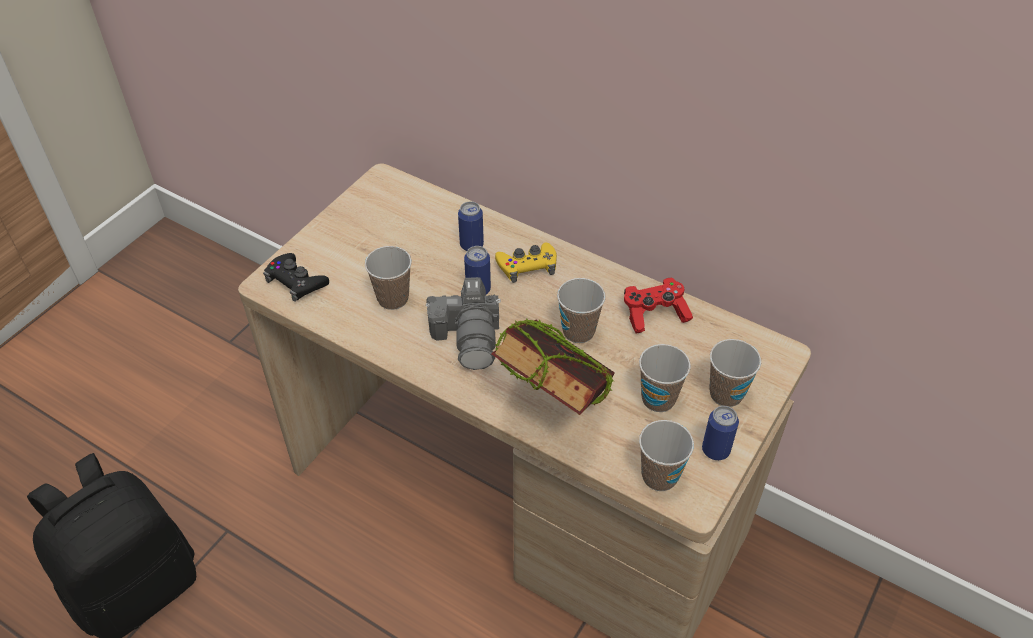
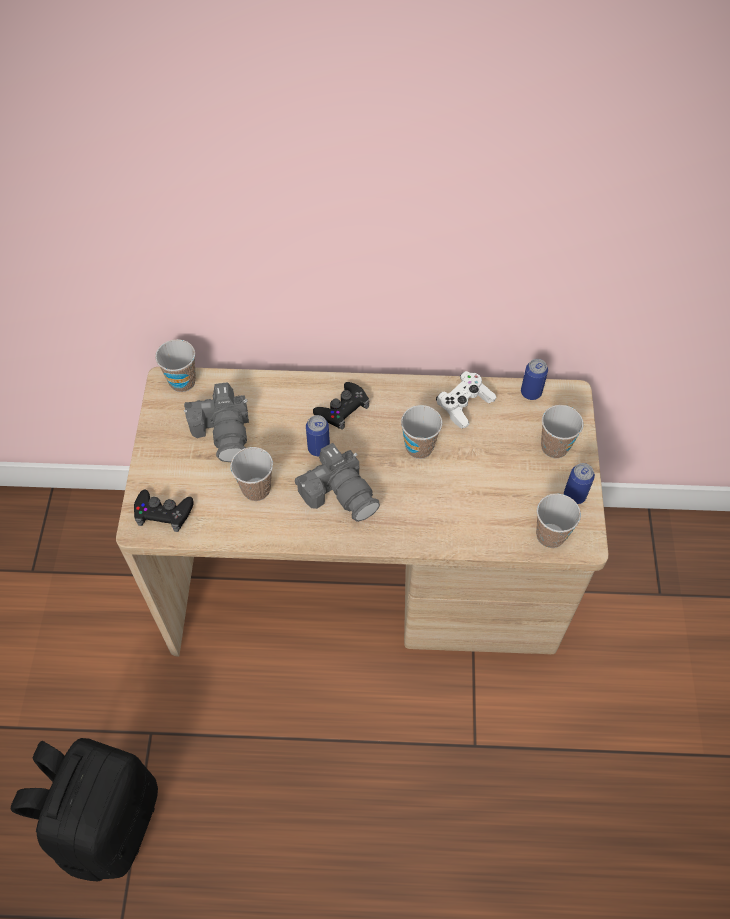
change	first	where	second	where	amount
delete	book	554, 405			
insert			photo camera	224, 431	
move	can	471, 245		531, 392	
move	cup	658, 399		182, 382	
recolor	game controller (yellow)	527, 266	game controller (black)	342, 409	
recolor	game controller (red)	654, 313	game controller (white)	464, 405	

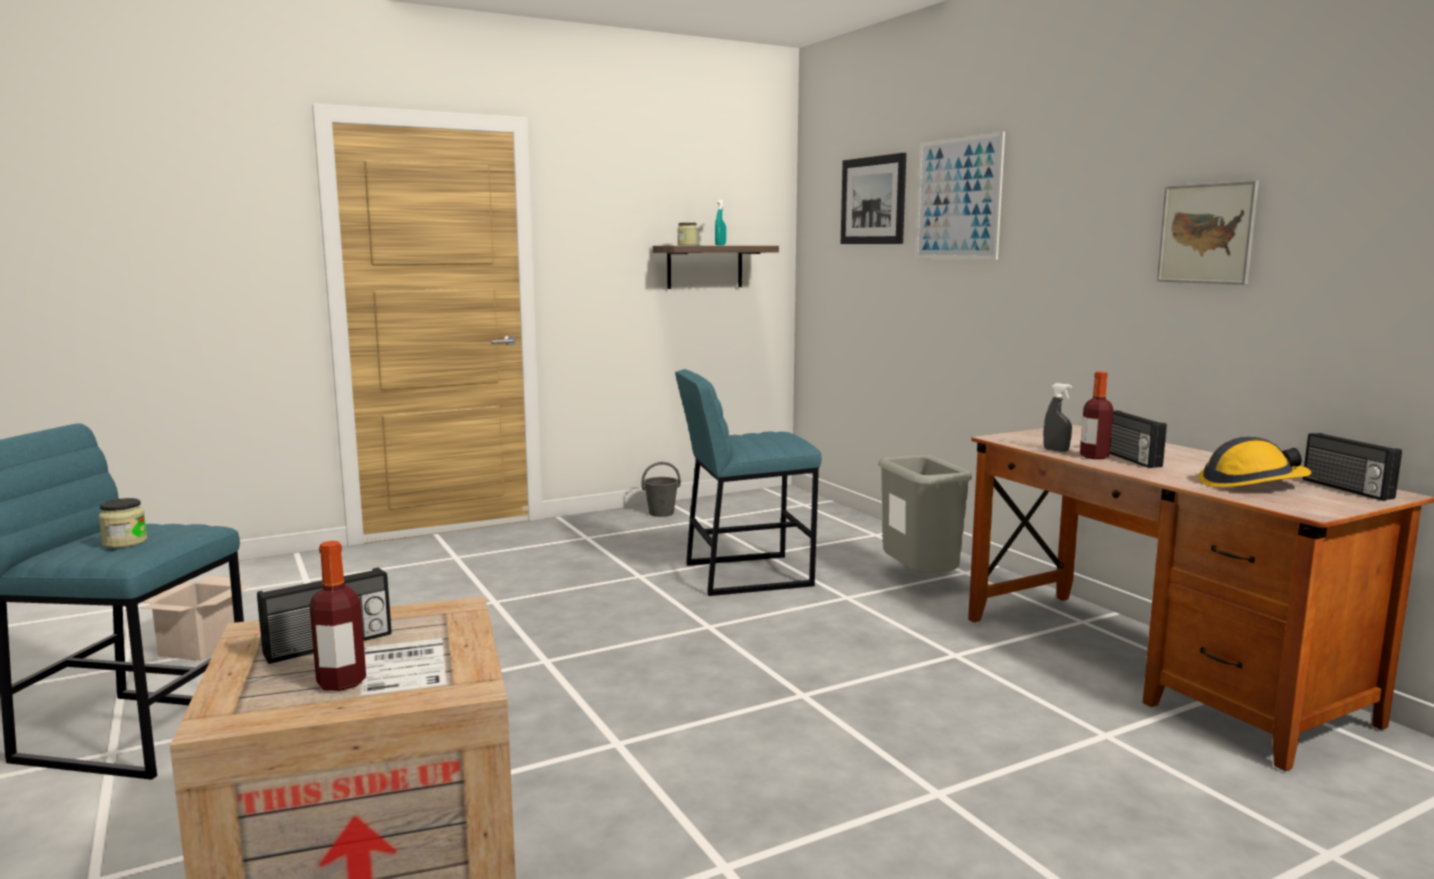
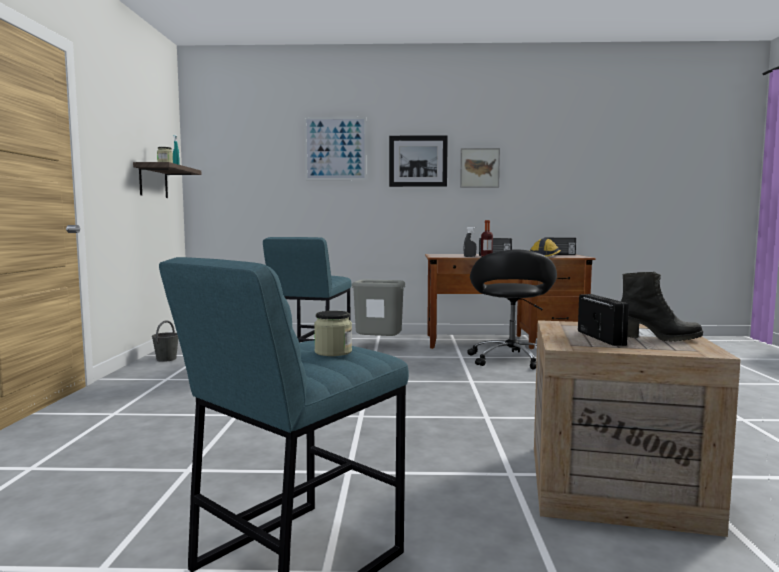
change	first	where	second	where	amount
delete	cardboard box	200, 646			
insert			office chair (black)	510, 360	
move	picture	873, 200		418, 161	
replace	bottle	341, 682	boot (black)	659, 338	

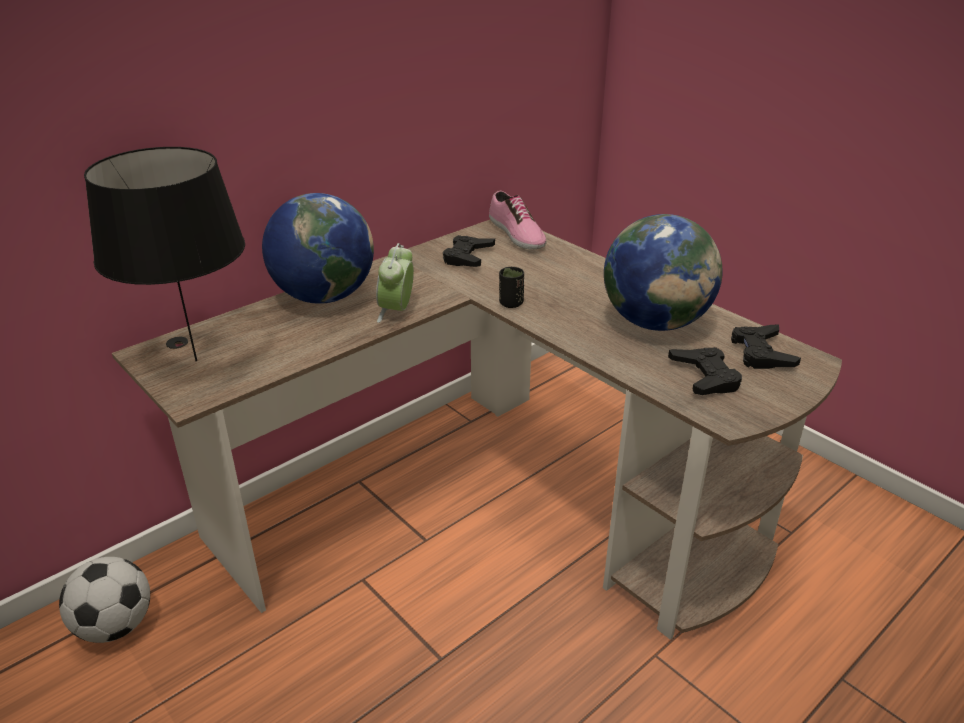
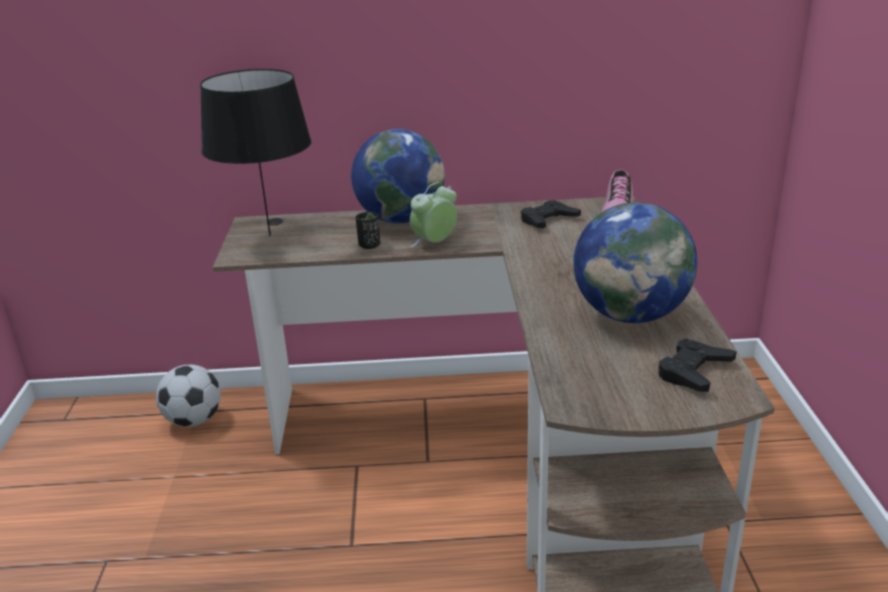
change	first	where	second	where	amount
delete	game controller (black)	705, 377			
move	cup (black)	511, 303		369, 245	

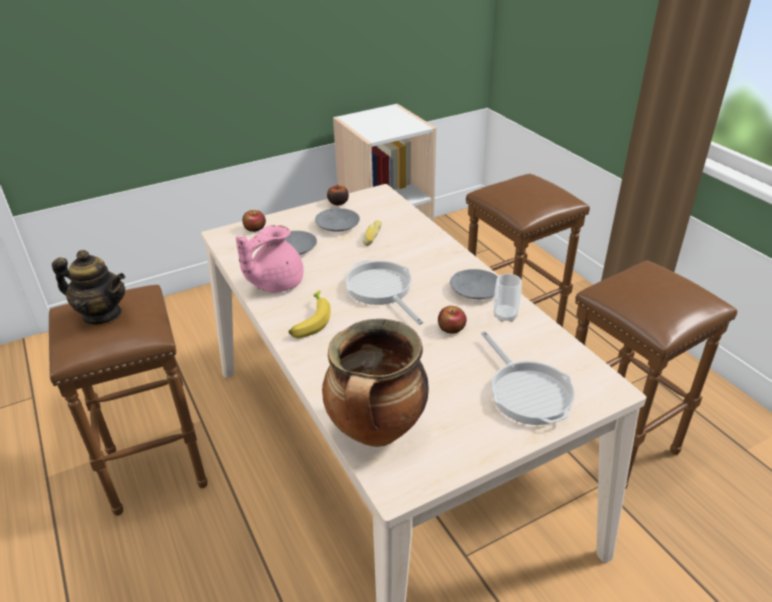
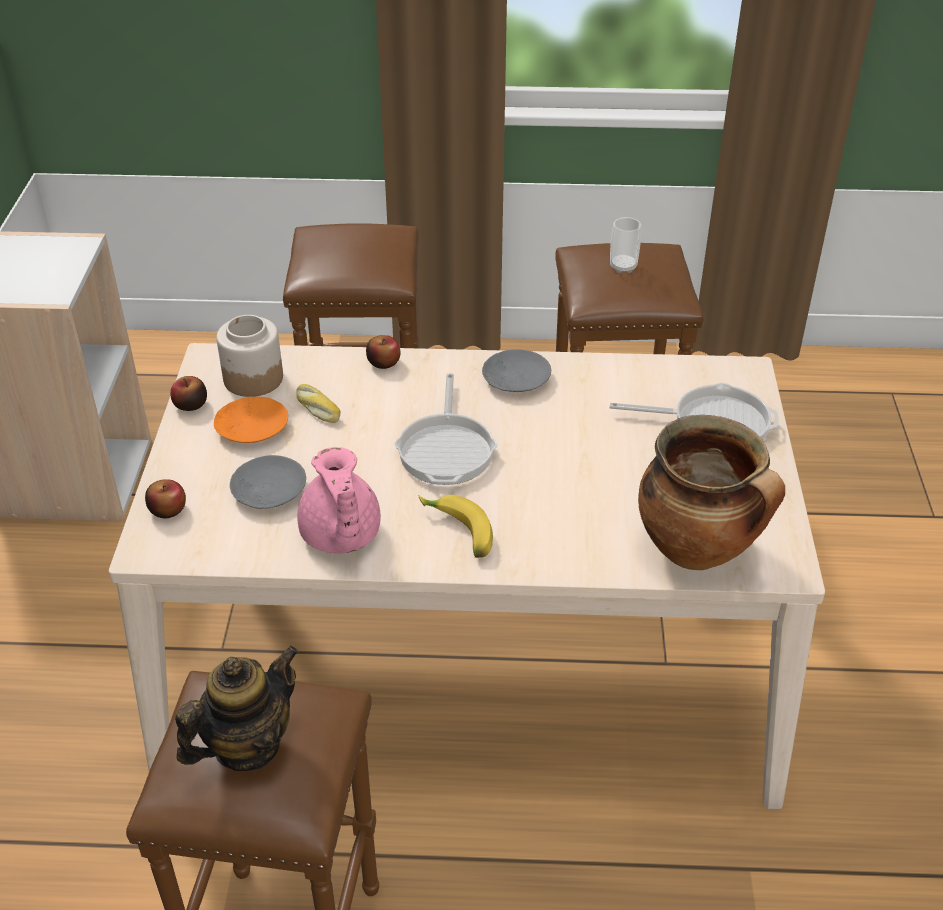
change	first	where	second	where	amount
insert			jar	253, 378	
move	apple	451, 328		383, 362	
move	cup	505, 316		623, 267	
recolor	plate (grey)	337, 224	plate (orange)	251, 427	
rotate	frying pan	381, 290		447, 449	90 degrees counterclockwise

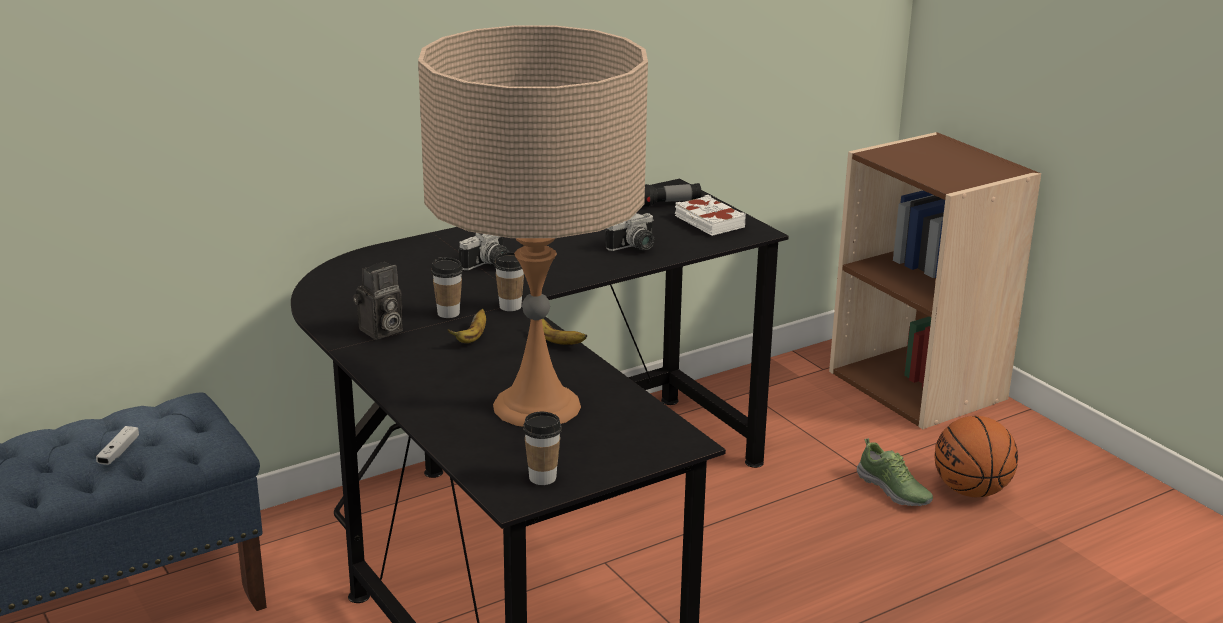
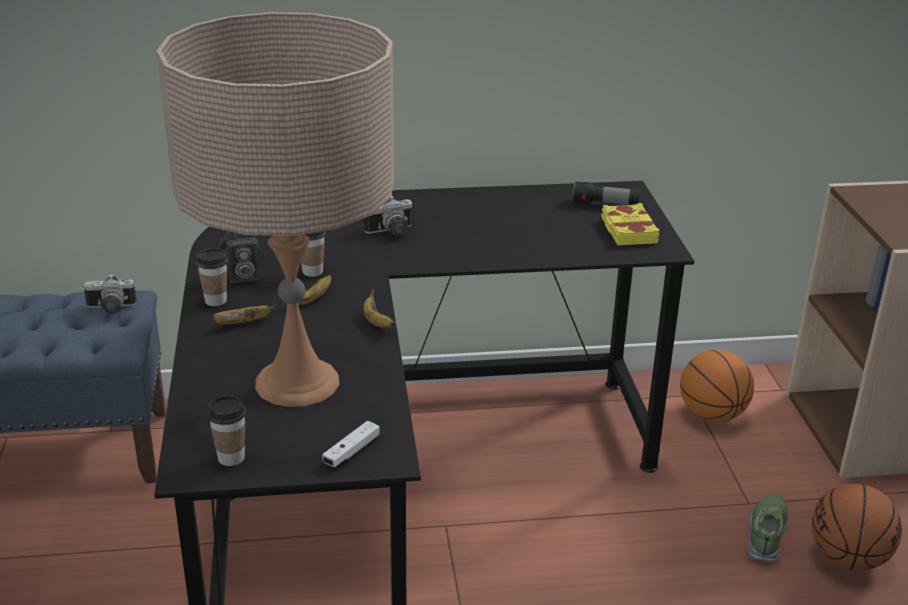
change	first	where	second	where	amount
insert			banana	244, 323	
insert			basketball	712, 415	
move	game controller (white)	119, 452		351, 451	
move	cup	510, 306		215, 301	
move	photo camera	635, 248		110, 309	
recolor	book (white)	708, 222	book (yellow)	628, 231	
rotate	shoe	894, 490		767, 535	150 degrees counterclockwise

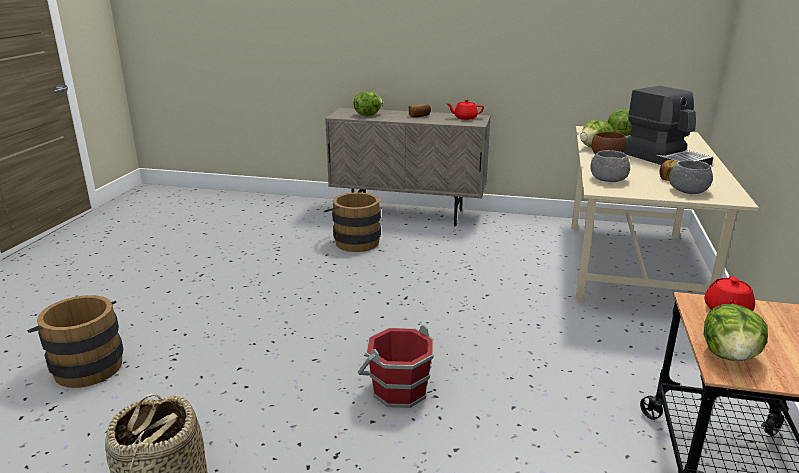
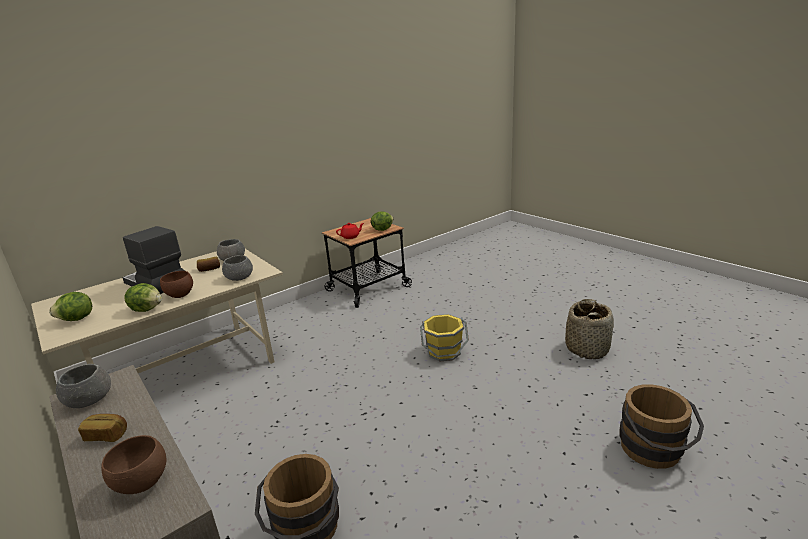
change	first	where	second	where	amount
replace	lettuce	367, 115	bowl (brown)	142, 483	
replace	teapot (red)	465, 118	bowl (grey)	89, 399	
recolor	bucket (red)	399, 390	bucket (yellow)	444, 352	
rotate	coffee machine	665, 158		155, 283	60 degrees counterclockwise

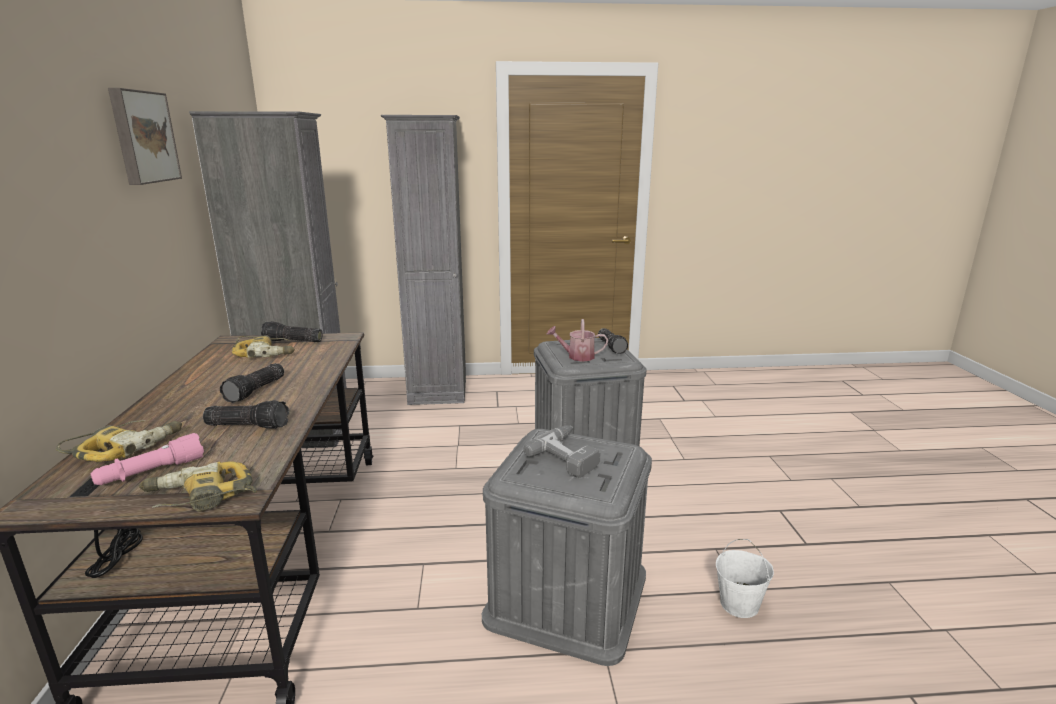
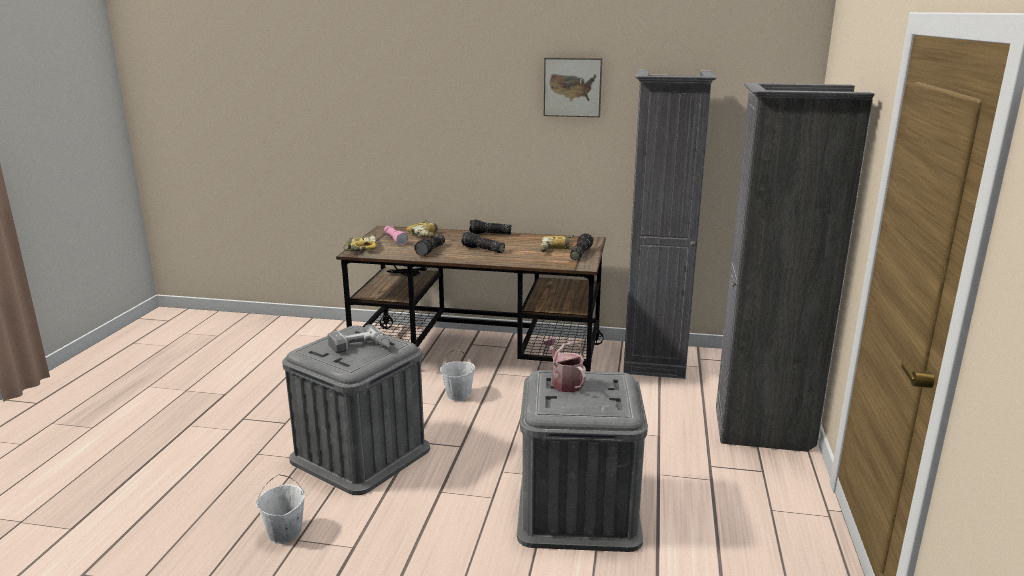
change	first	where	second	where	amount
insert			bucket (white)	458, 395	
move	flashlight	612, 347		489, 234	
rotate	watering can	577, 356		564, 382	45 degrees counterclockwise

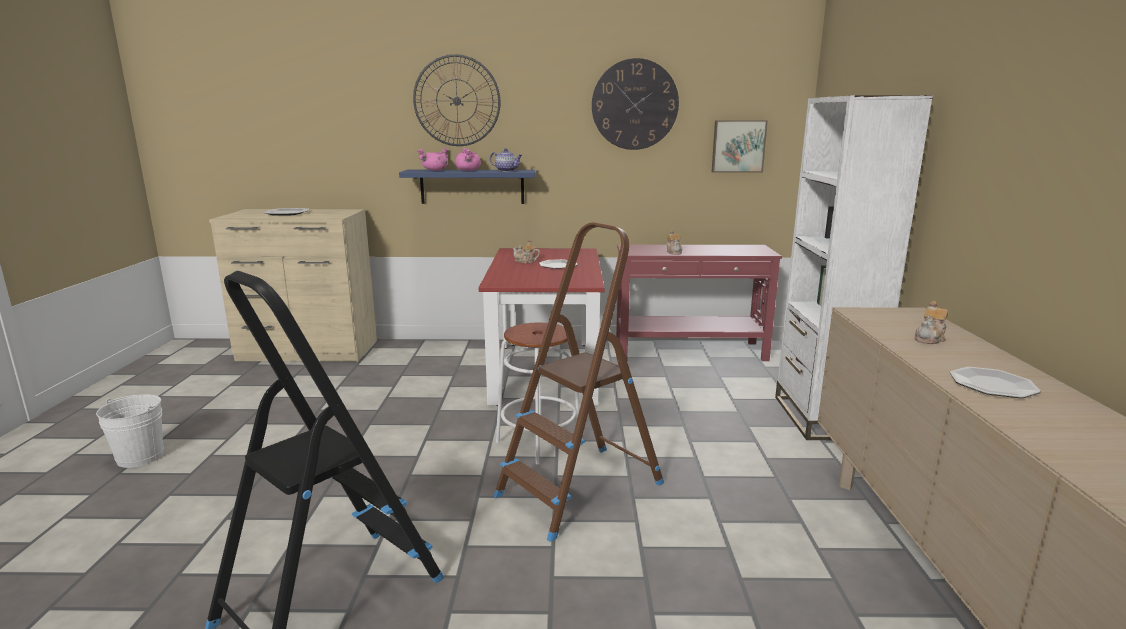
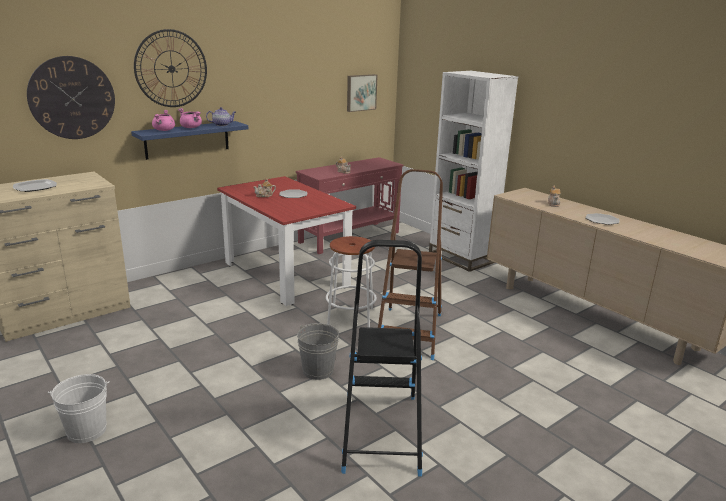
change	first	where	second	where	amount
insert			bucket (grey)	318, 370	
move	wall clock	634, 104		72, 98	

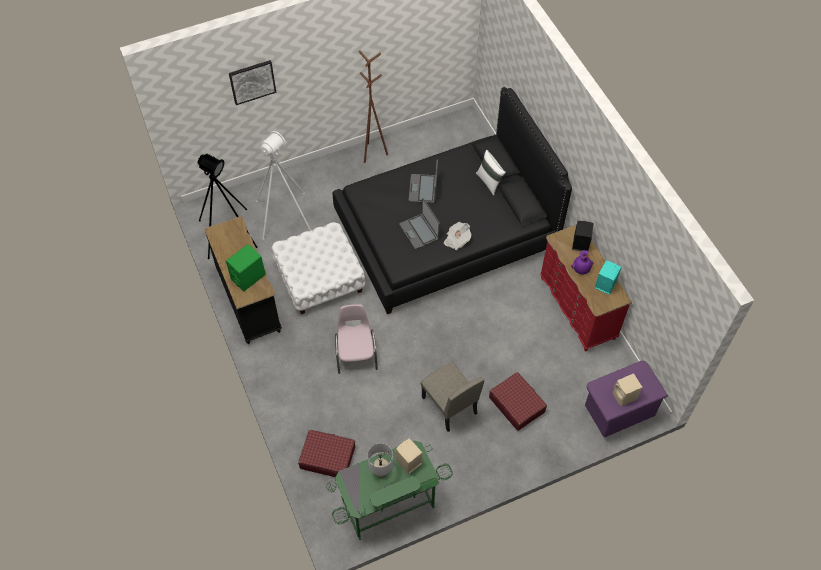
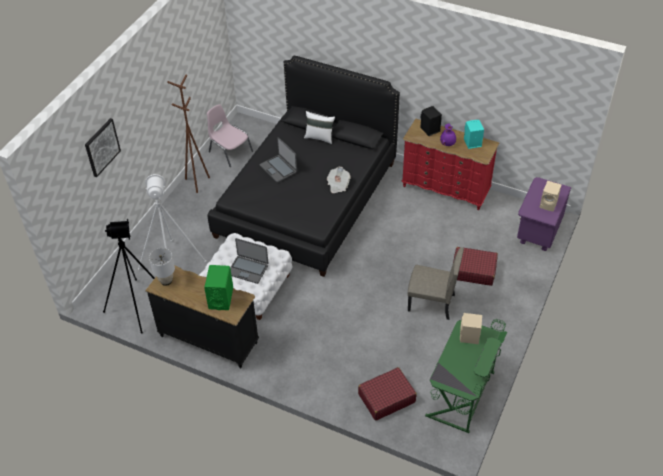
change	first	where	second	where	amount
move	chair (pink)	356, 353		230, 151	
move	table lamp (white)	381, 471		166, 281	
move	laptop	419, 232		248, 269	

